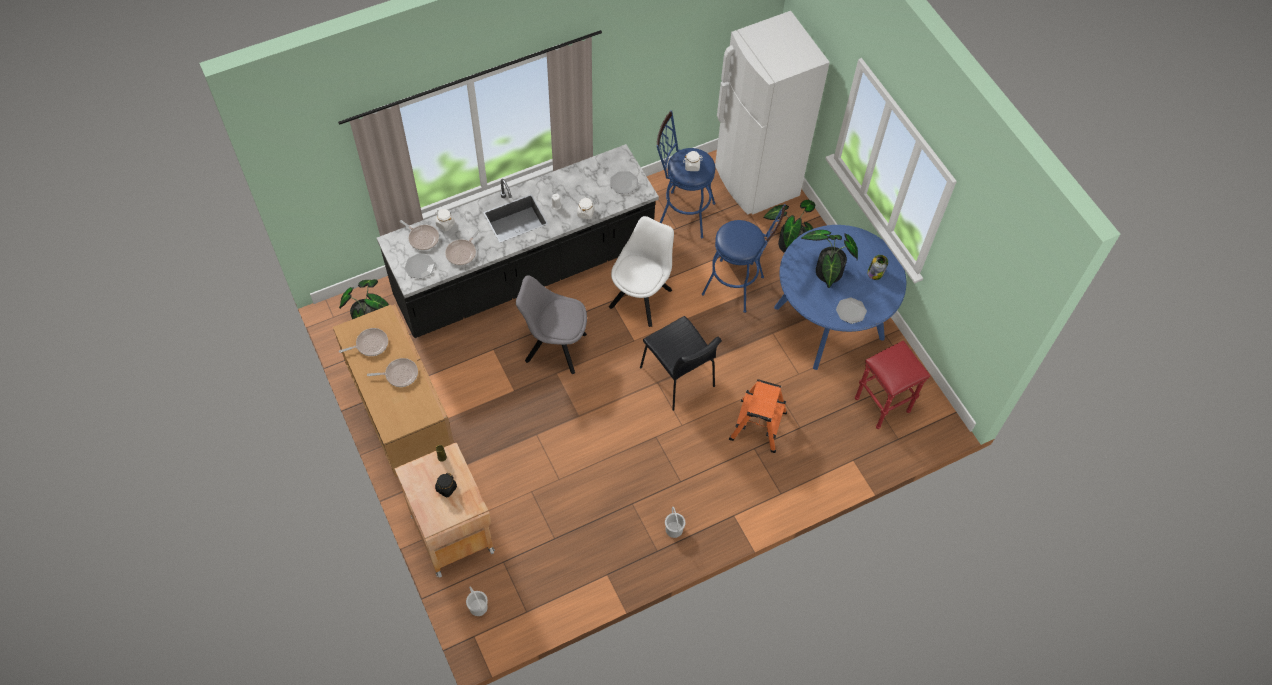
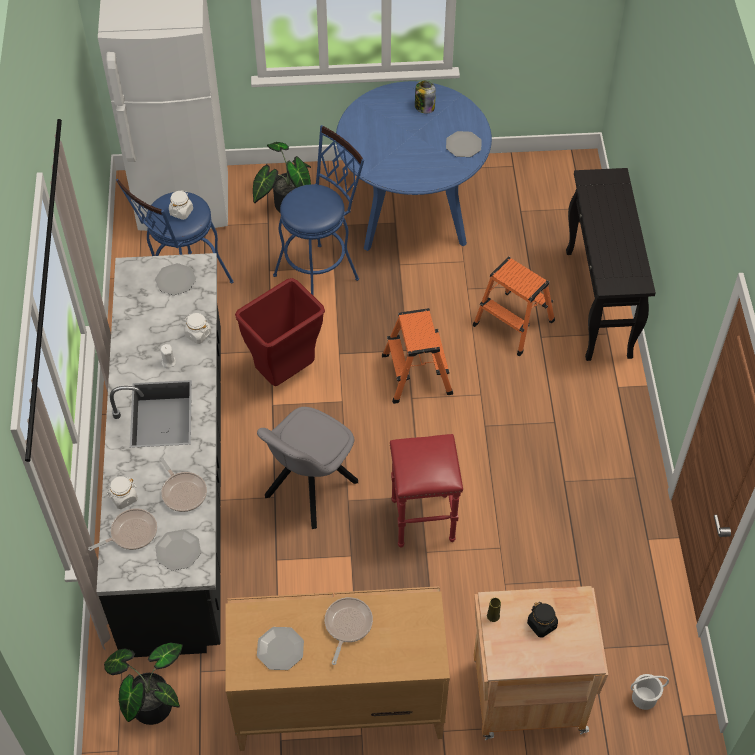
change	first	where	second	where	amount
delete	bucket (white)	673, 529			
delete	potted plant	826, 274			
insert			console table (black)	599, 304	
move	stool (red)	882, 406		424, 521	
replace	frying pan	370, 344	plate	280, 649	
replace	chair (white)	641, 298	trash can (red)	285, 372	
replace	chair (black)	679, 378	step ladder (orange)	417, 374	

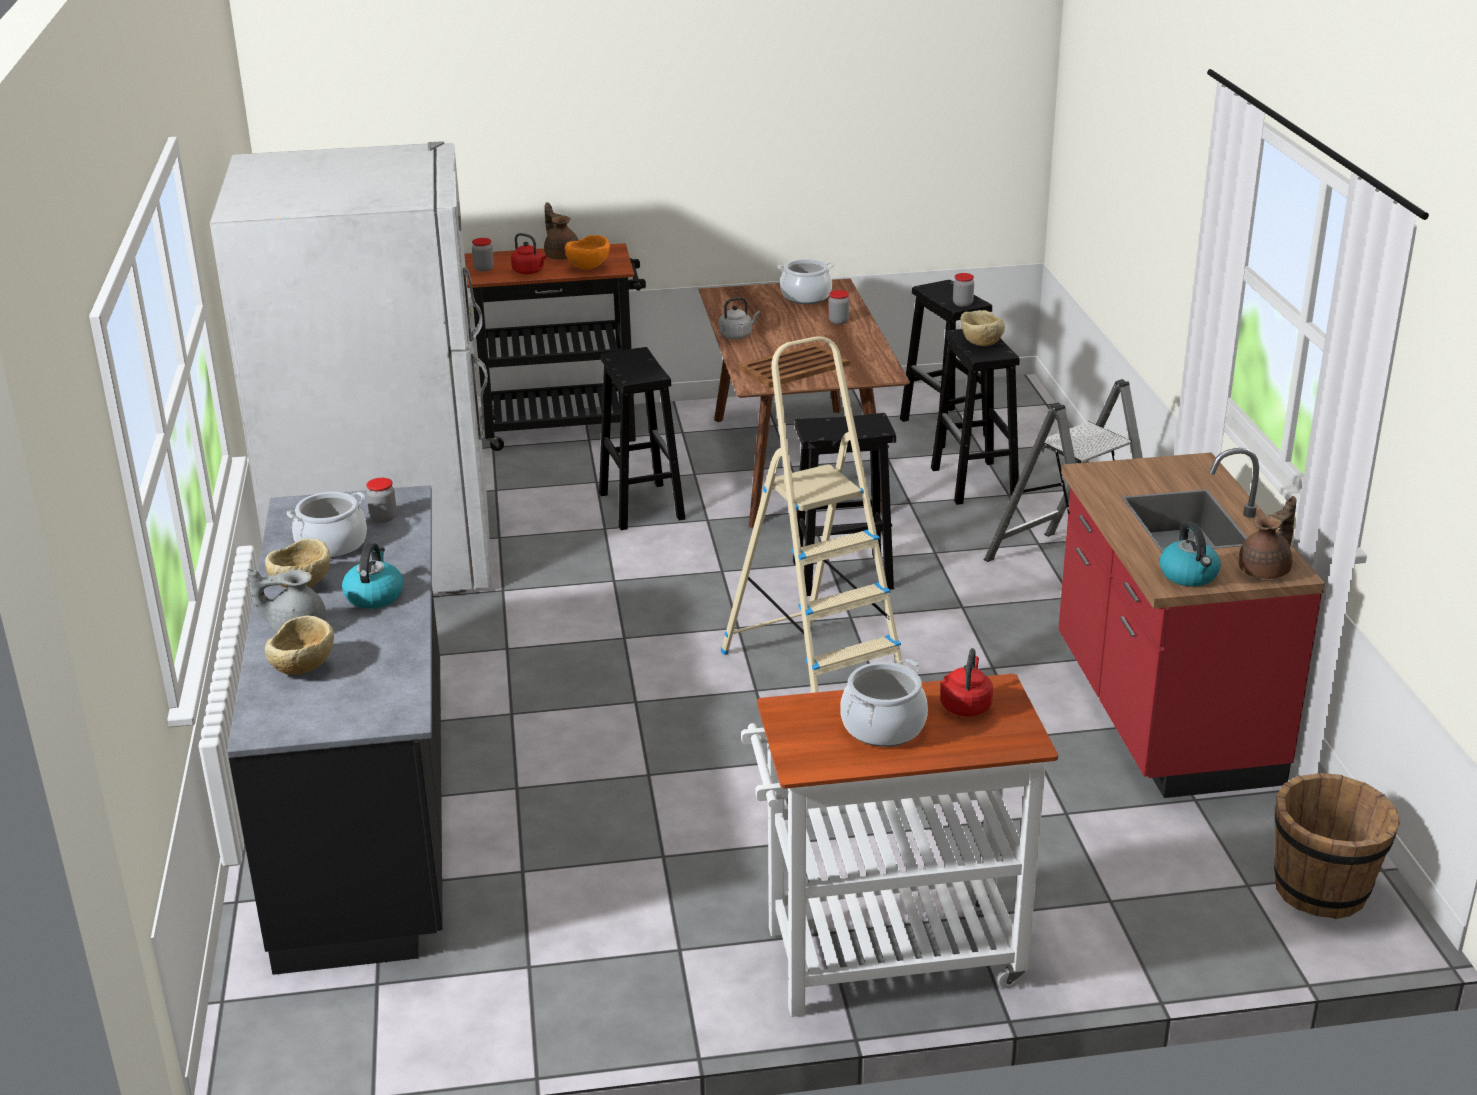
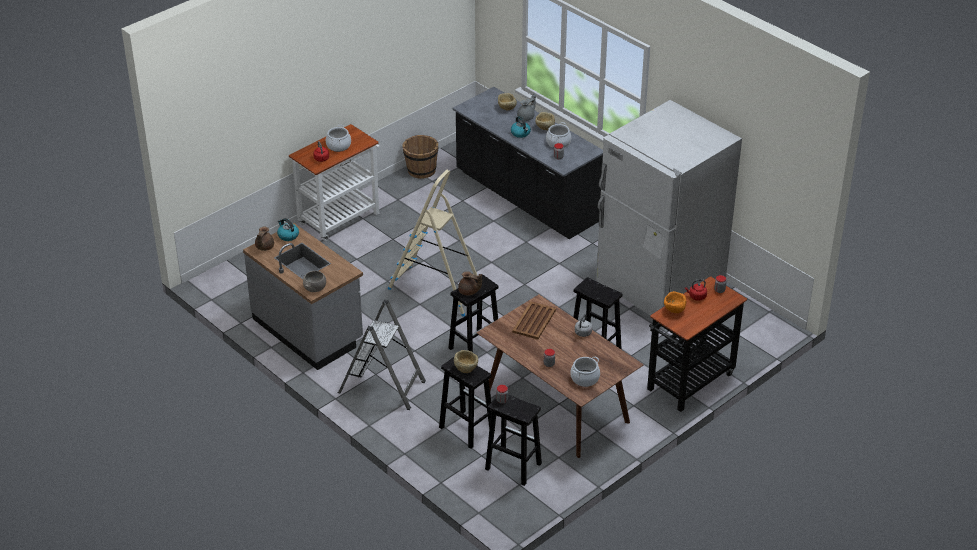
change	first	where	second	where	amount
insert			bowl (grey)	315, 288	
move	teapot (brown)	562, 255		469, 292	
move	bucket (brown)	1322, 890		421, 170	
recolor	counter (red)	1161, 715	counter (grey)	308, 330	

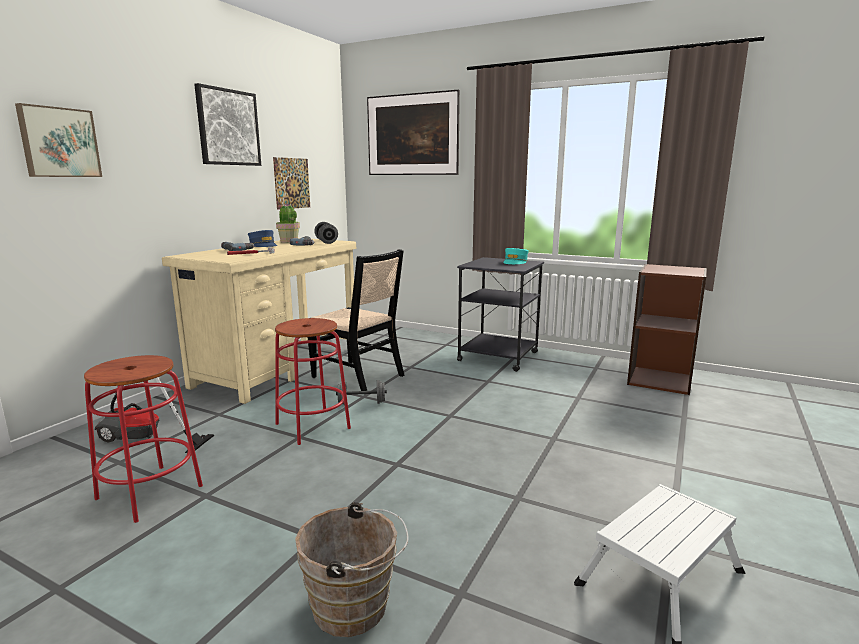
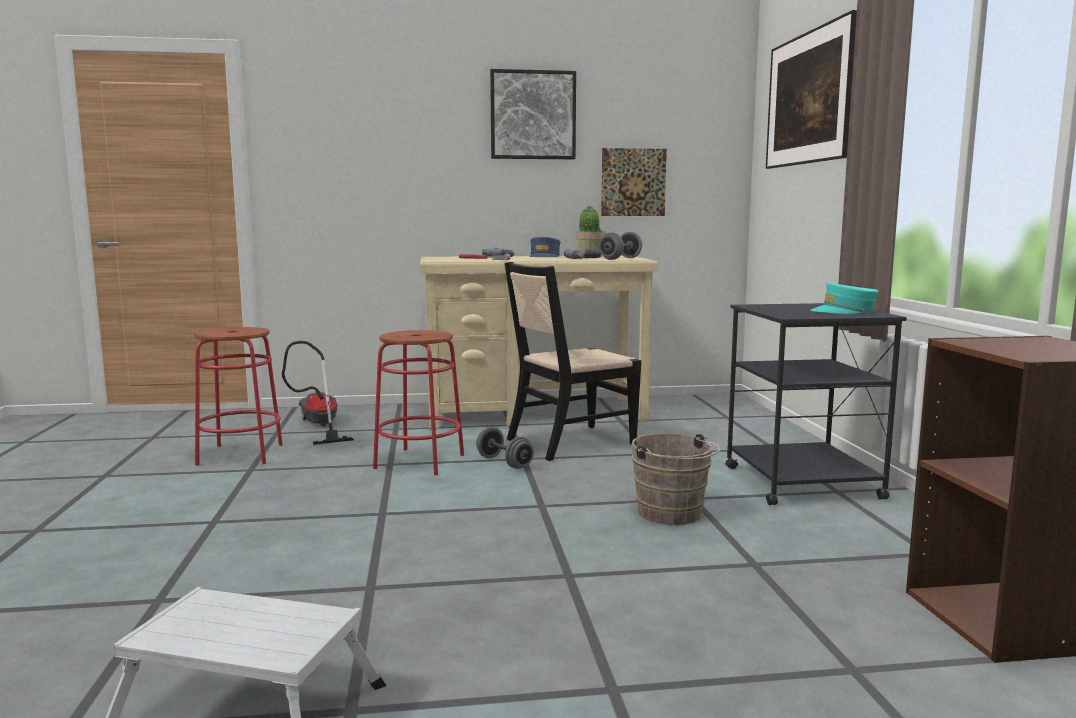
change	first	where	second	where	amount
delete	picture	59, 142			
move	bucket (brown)	356, 607		672, 515	
rotate	chair	357, 377		570, 442	60 degrees clockwise

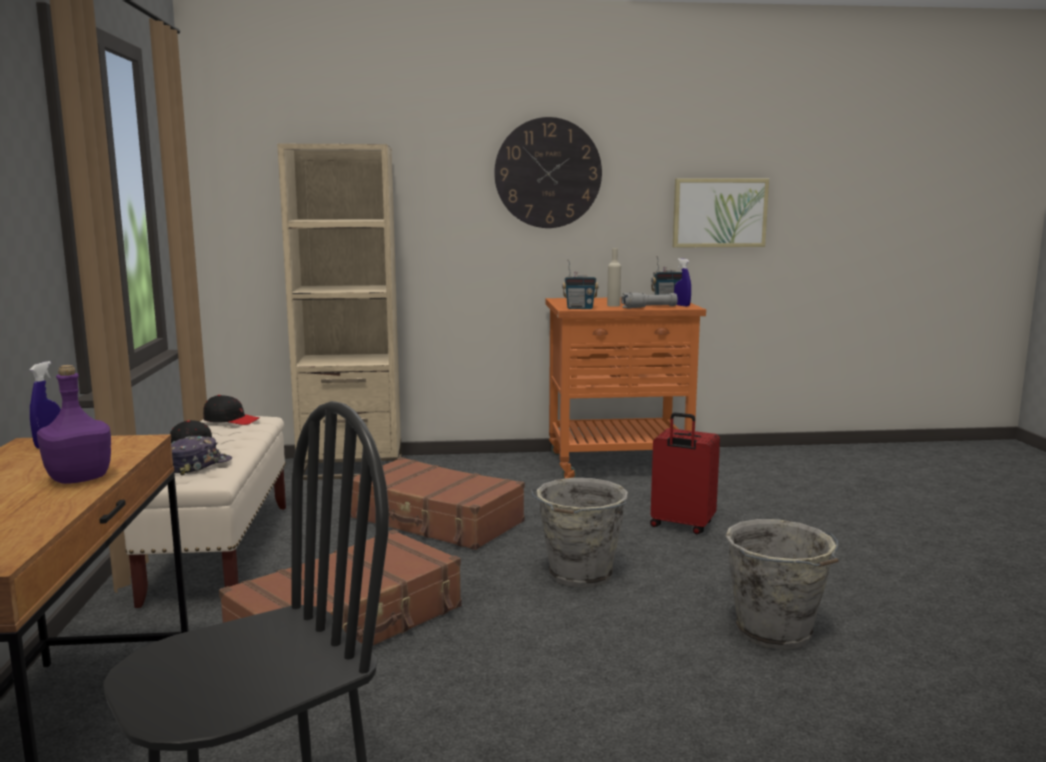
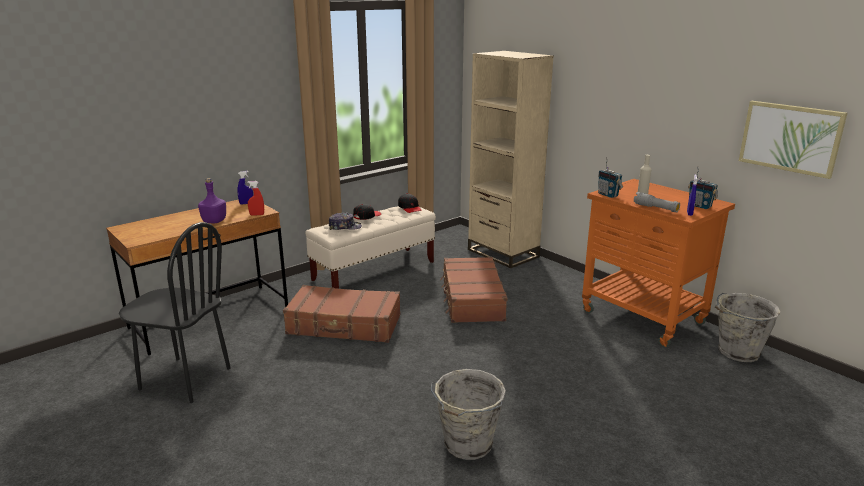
change	first	where	second	where	amount
delete	wall clock	548, 173			
delete	suitcase (red)	681, 526			
insert			spray bottle (red)	257, 214	
move	bucket (grey)	579, 575		737, 352	

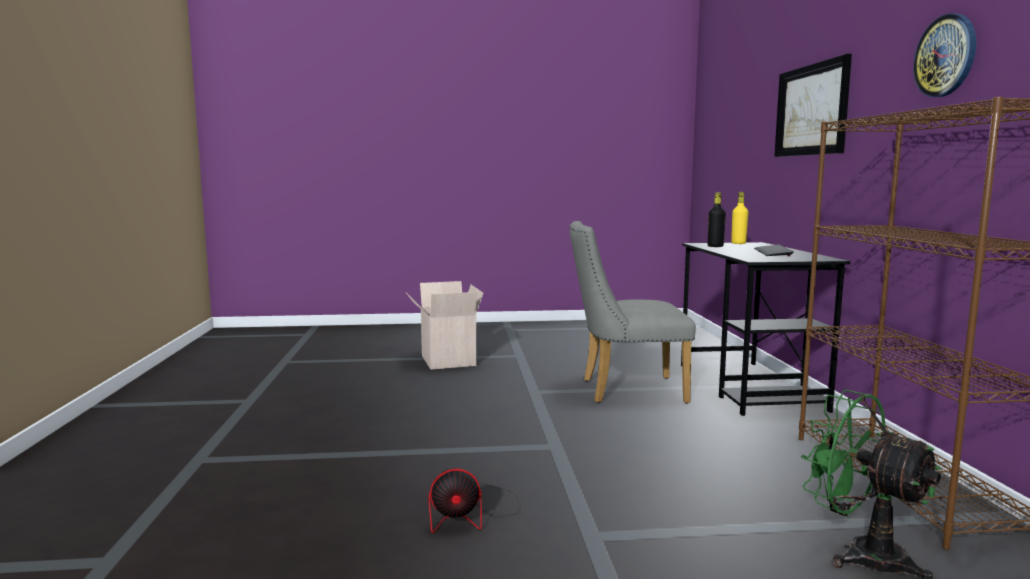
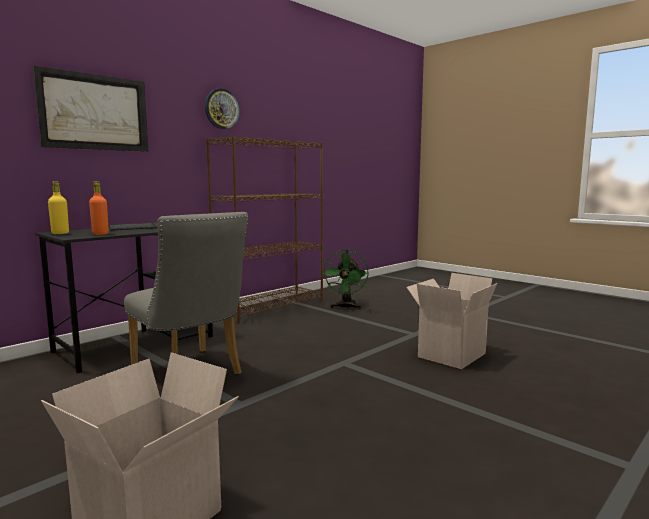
change	first	where	second	where	amount
replace	fan	471, 515	cardboard box	450, 354	
recolor	bottle (black)	715, 246	bottle (orange)	100, 234	

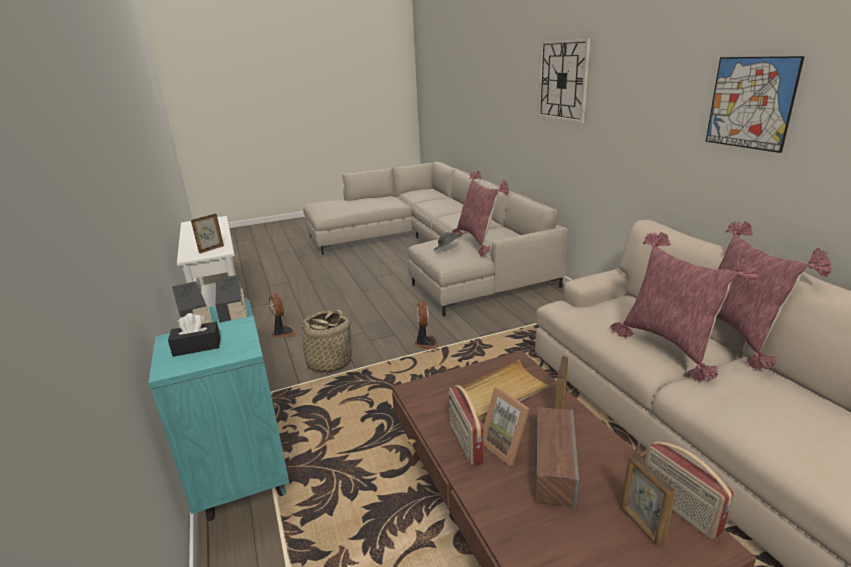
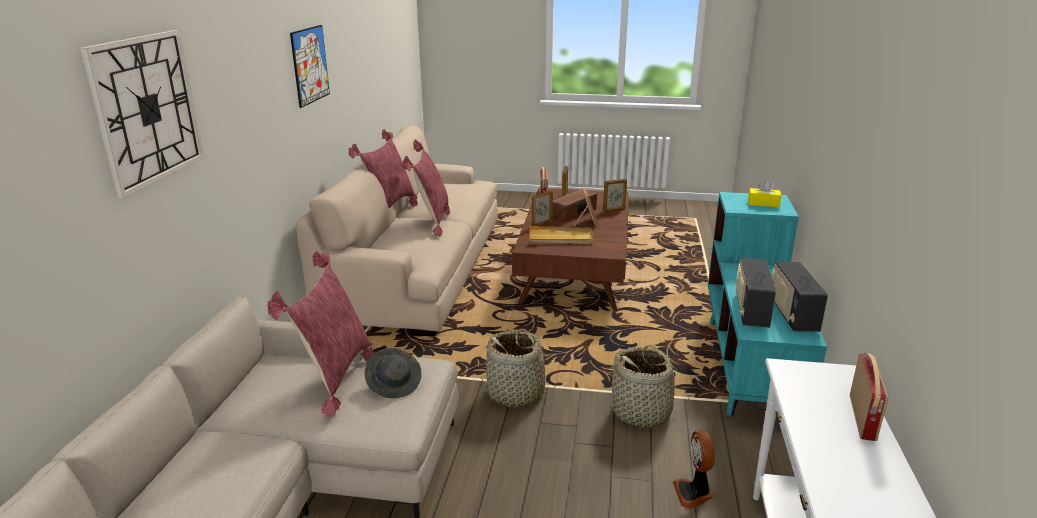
change	first	where	second	where	amount
move	picture frame	211, 249		614, 210	
move	radio	464, 442		863, 418	
replace	fan	425, 343	basket	516, 394	
recolor	tissue box (black)	197, 346	tissue box (yellow)	763, 203	

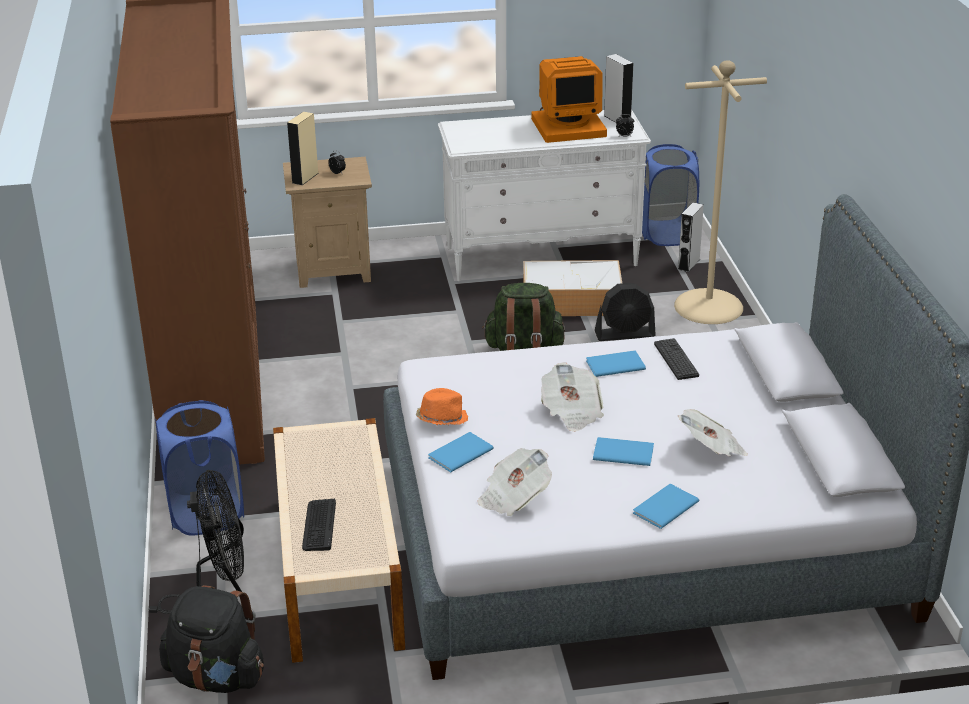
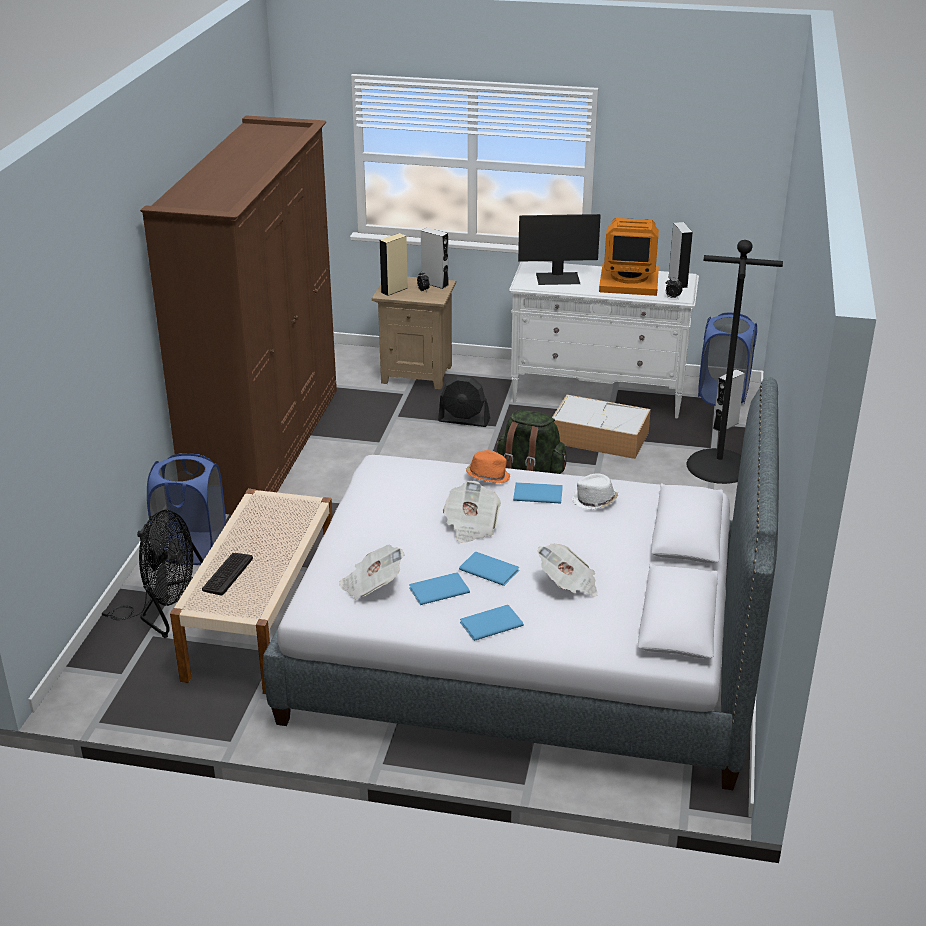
change	first	where	second	where	amount
delete	backpack (black)	216, 677			
insert			speaker (grey)	435, 283	
insert			monitor	558, 278	
move	hat (orange)	441, 419		488, 476	
move	book (blue)	458, 453		437, 589	
move	fan (black)	625, 334		464, 420	
replace	keyboard	676, 360	hat (white)	594, 501	
recolor	clothes rack (beige)	708, 307	clothes rack (black)	718, 466	

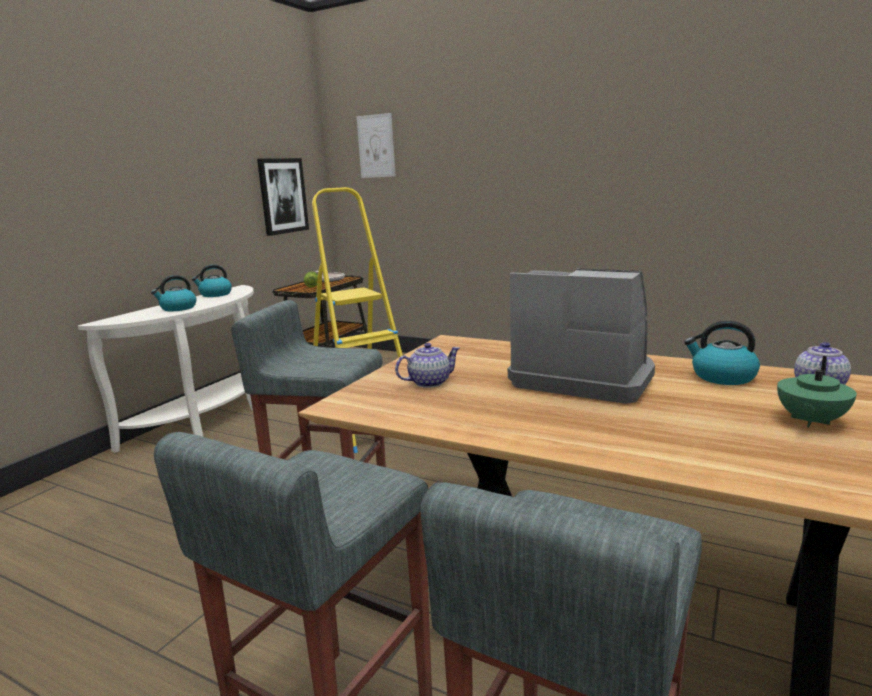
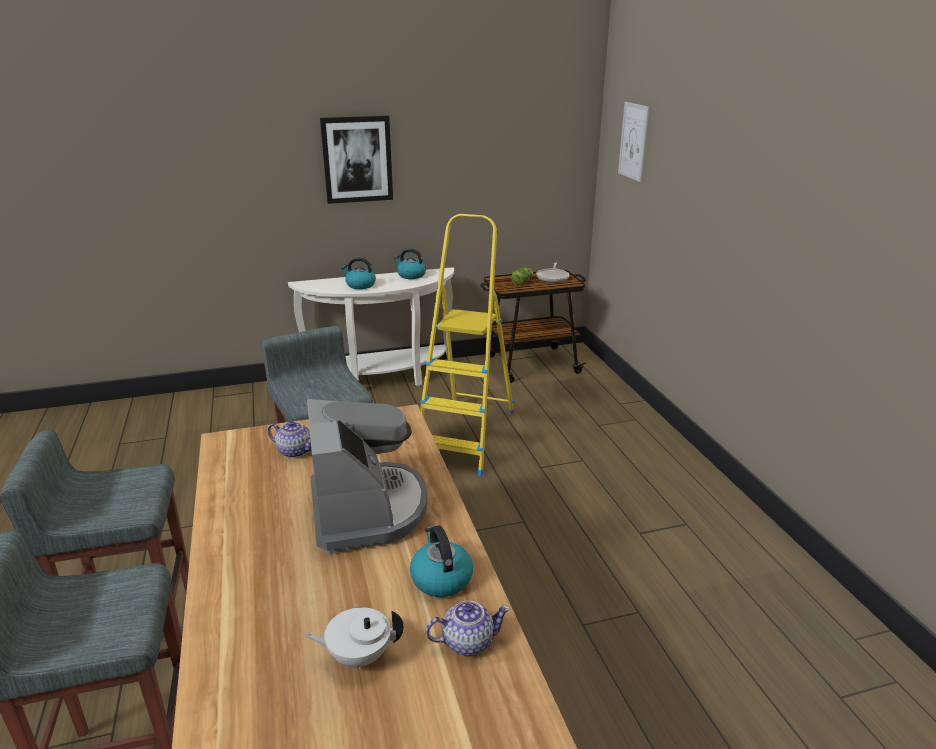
change	first	where	second	where	amount
move	picture	282, 196		357, 159	
recolor	teapot (green)	810, 421	teapot (white)	358, 656	

